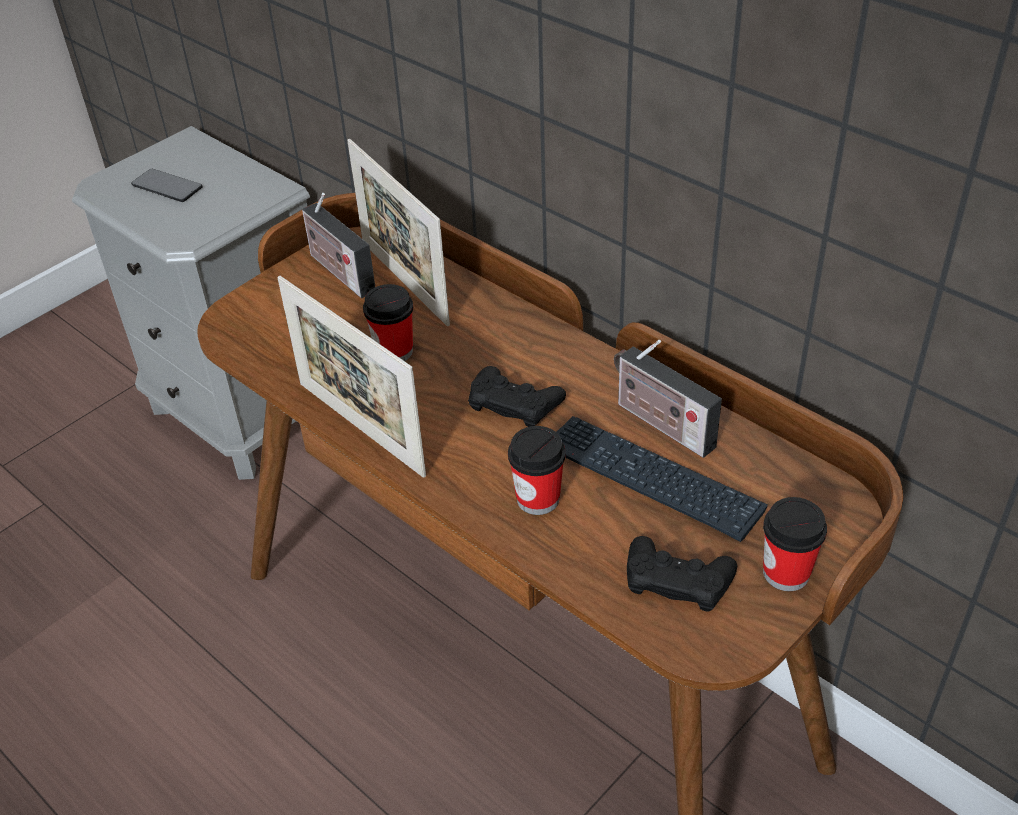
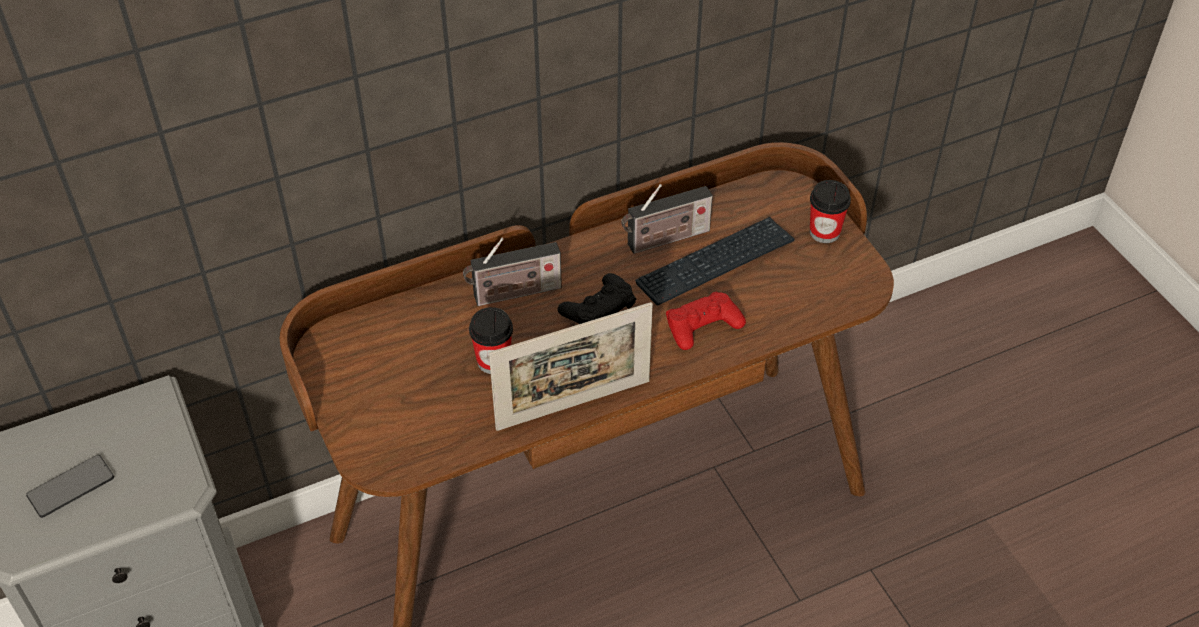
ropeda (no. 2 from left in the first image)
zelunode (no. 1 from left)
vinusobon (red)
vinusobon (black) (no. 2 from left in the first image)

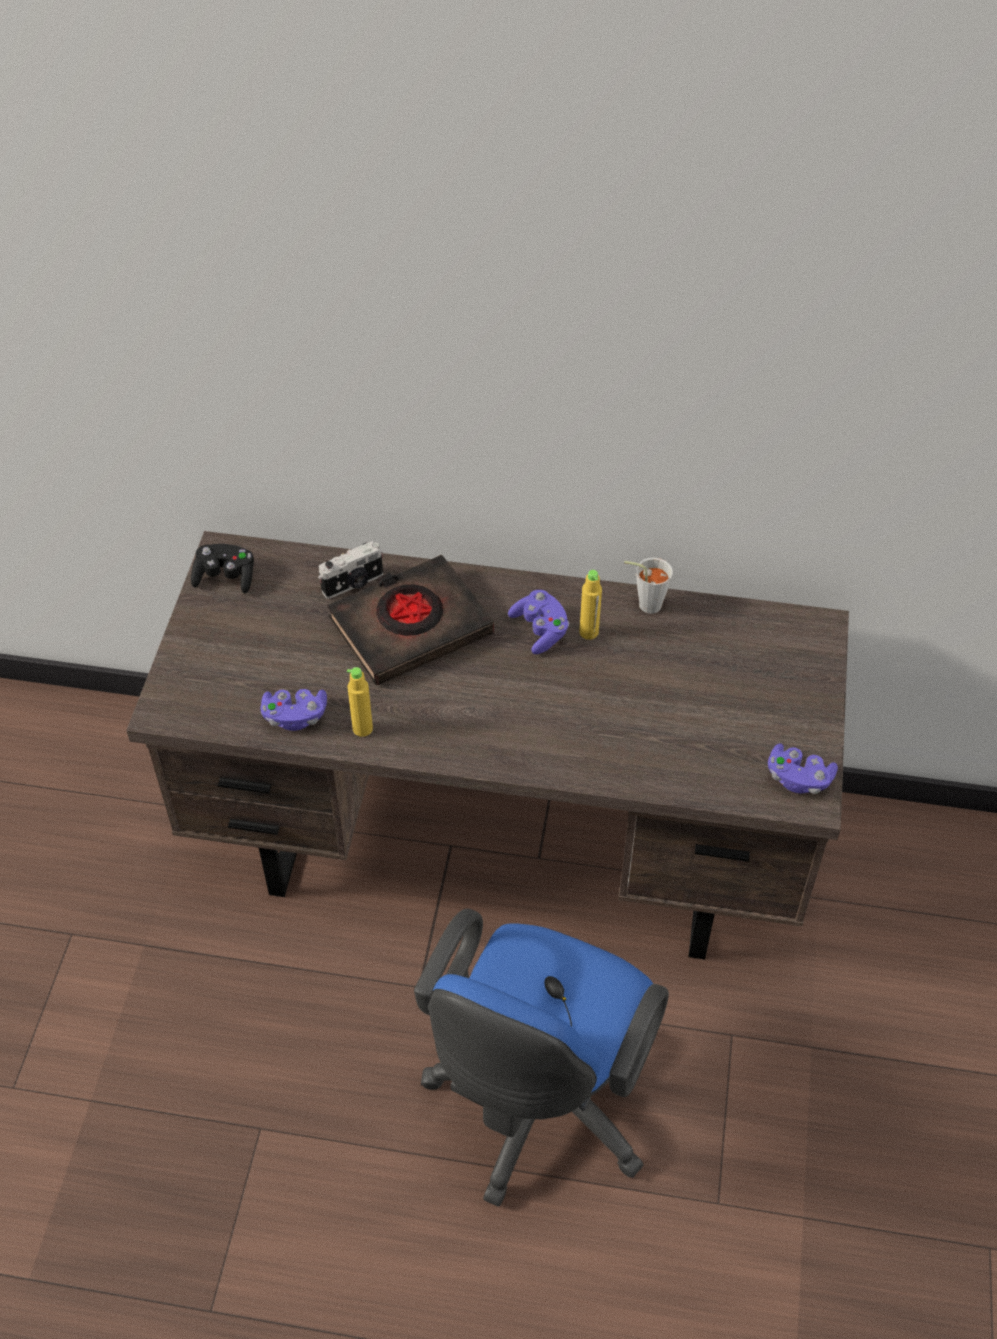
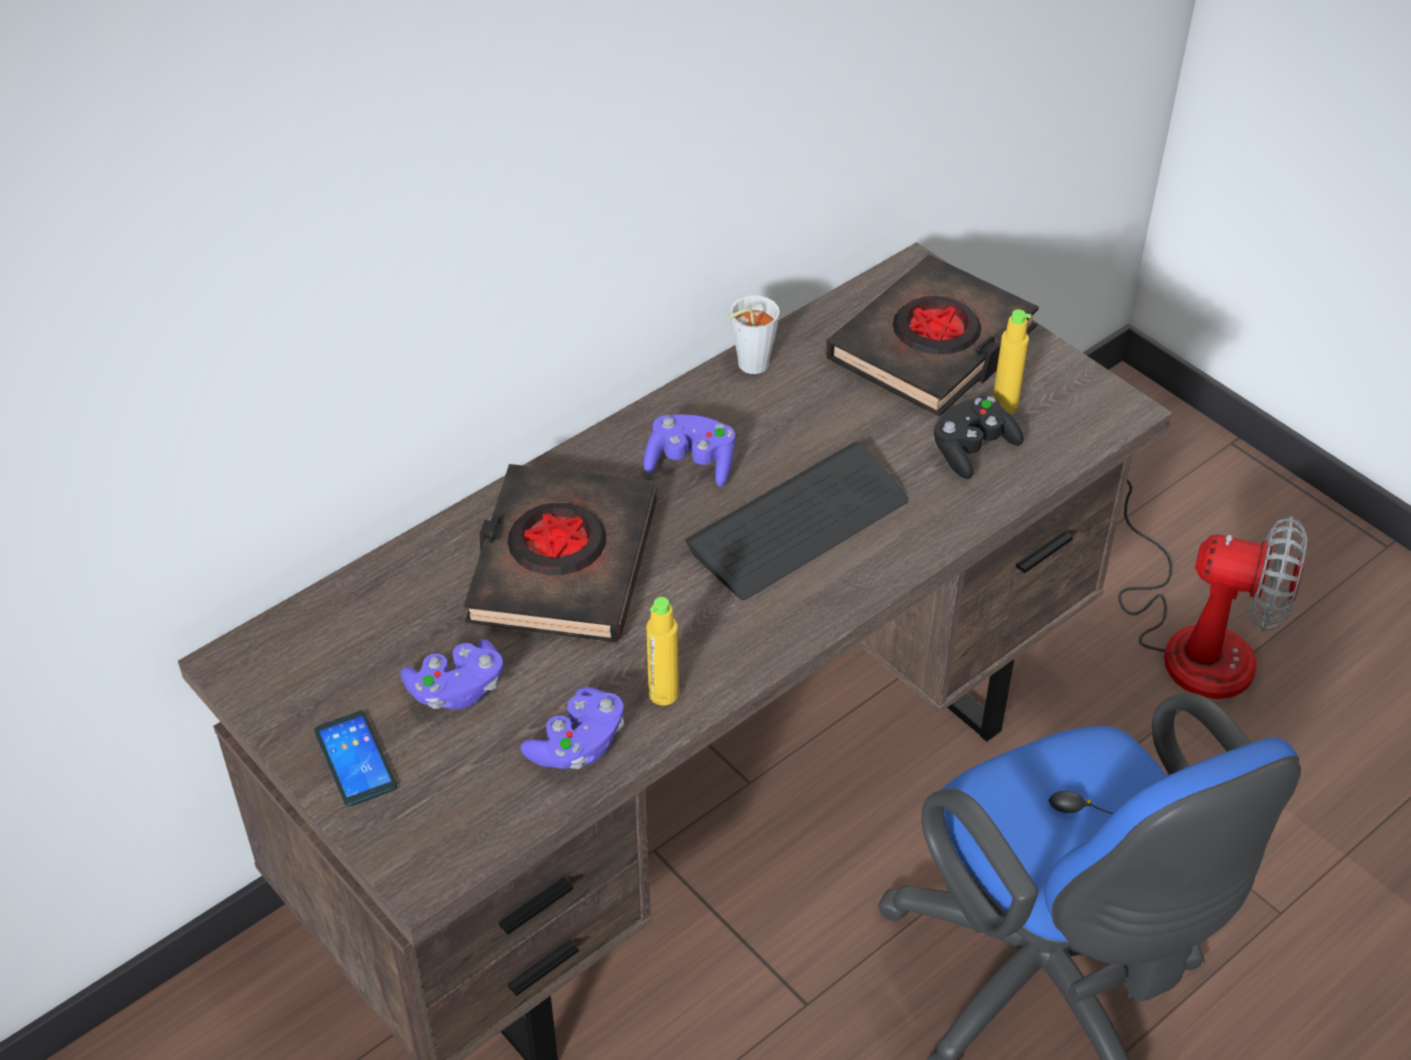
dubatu
vinusobon (black)
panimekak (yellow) (no. 2 from left)
vinusobon (purple) (no. 1 from left)
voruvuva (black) (no. 2 from left)
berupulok
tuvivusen
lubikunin

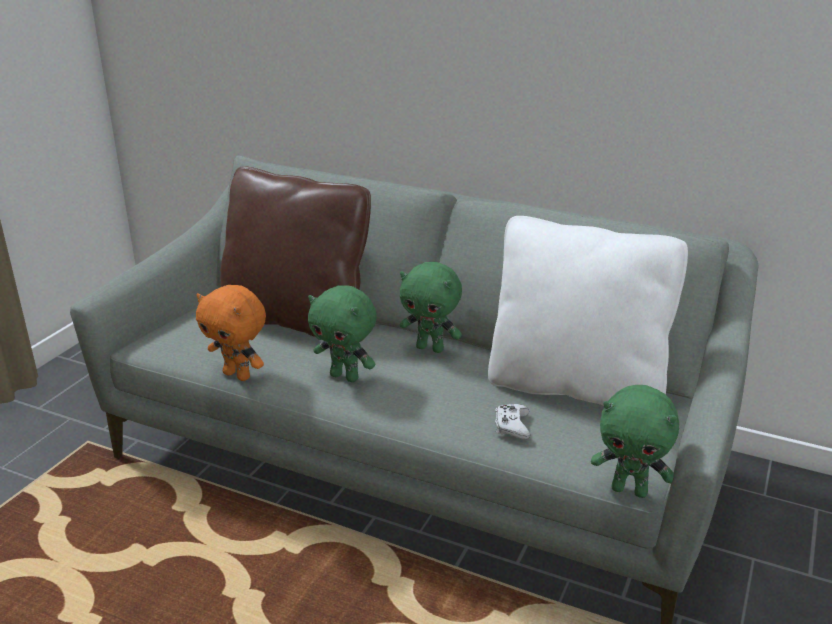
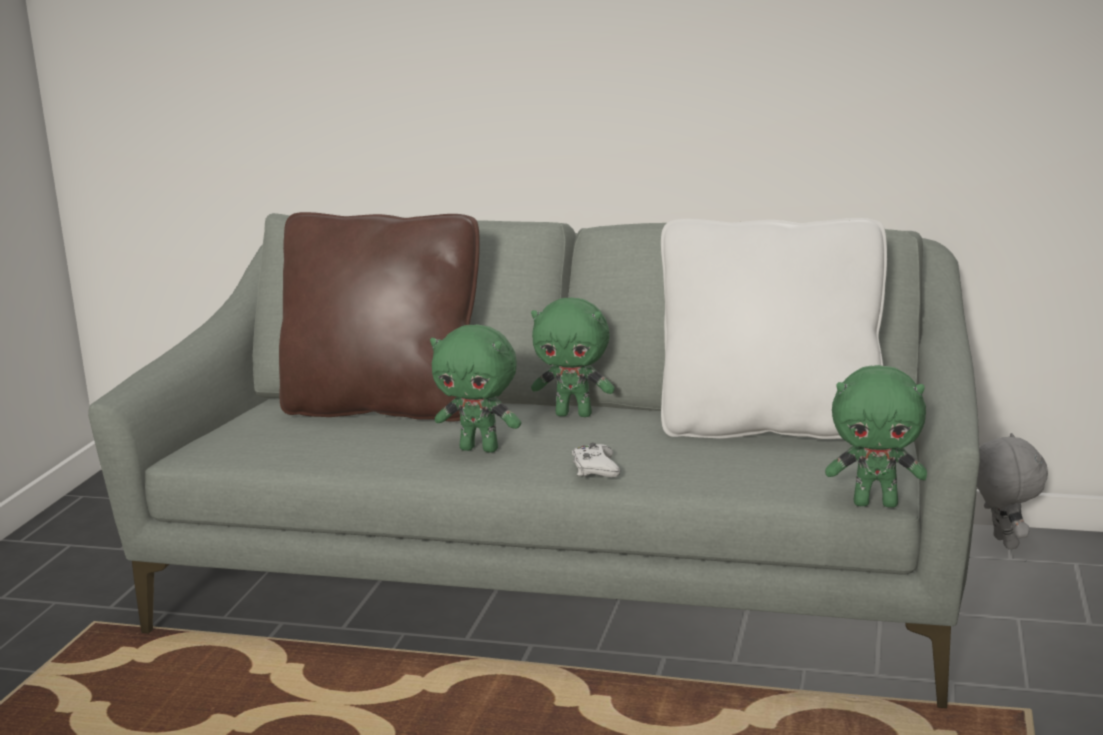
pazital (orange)
vinusobon (white)
pazital (grey)

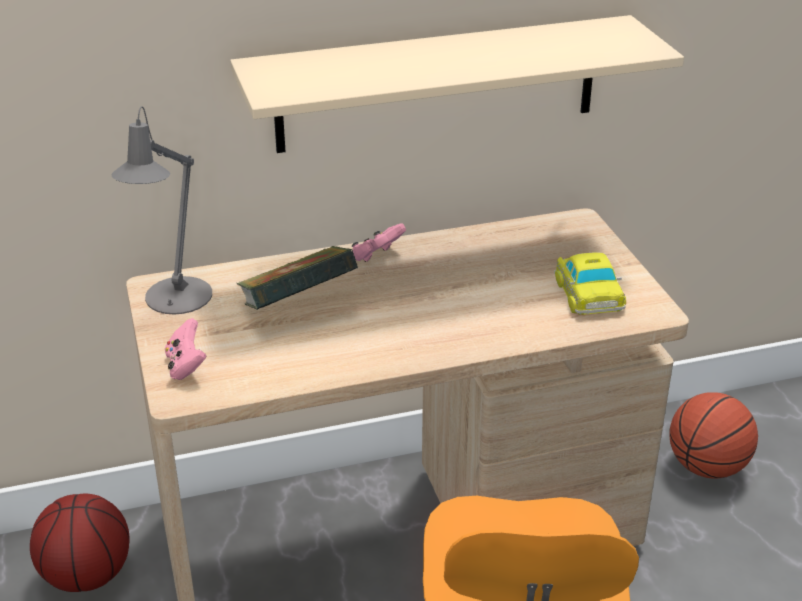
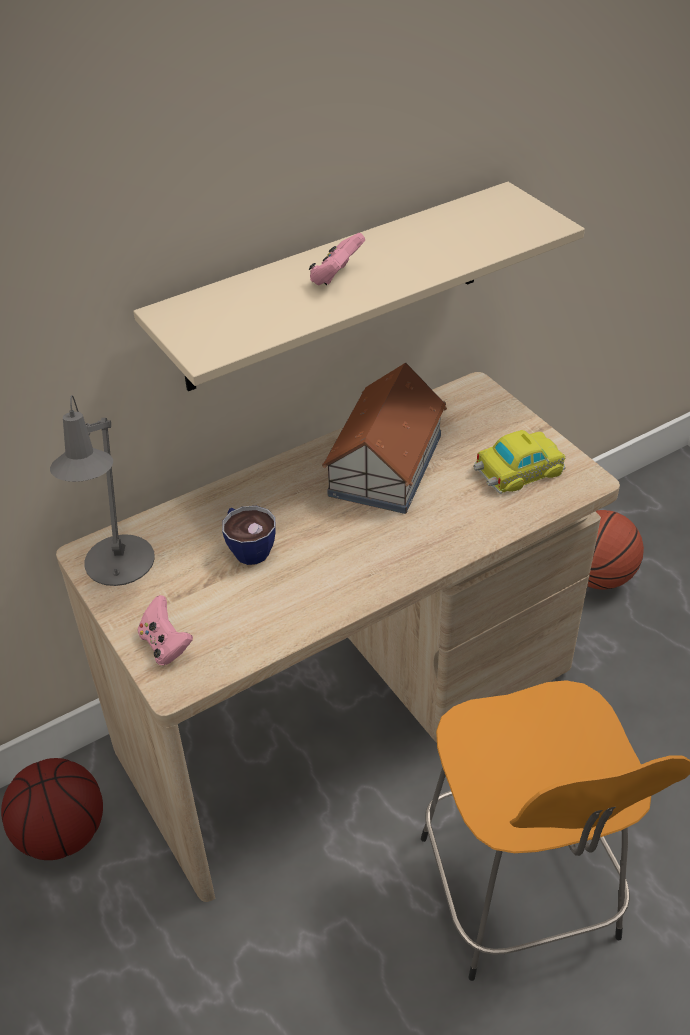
vinusobon (pink) (no. 2 from left)
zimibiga
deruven
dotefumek

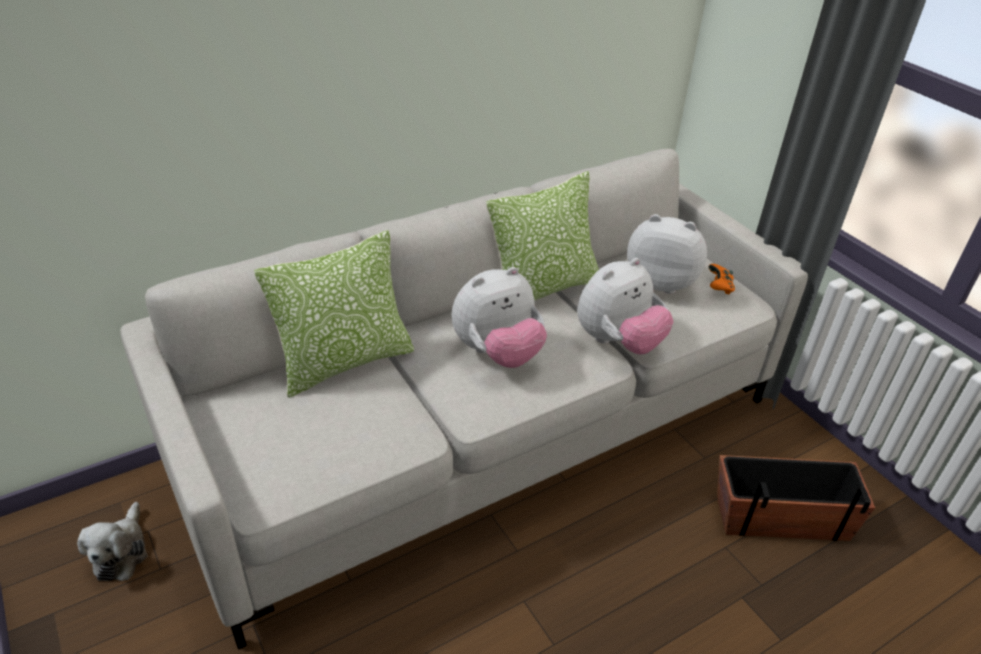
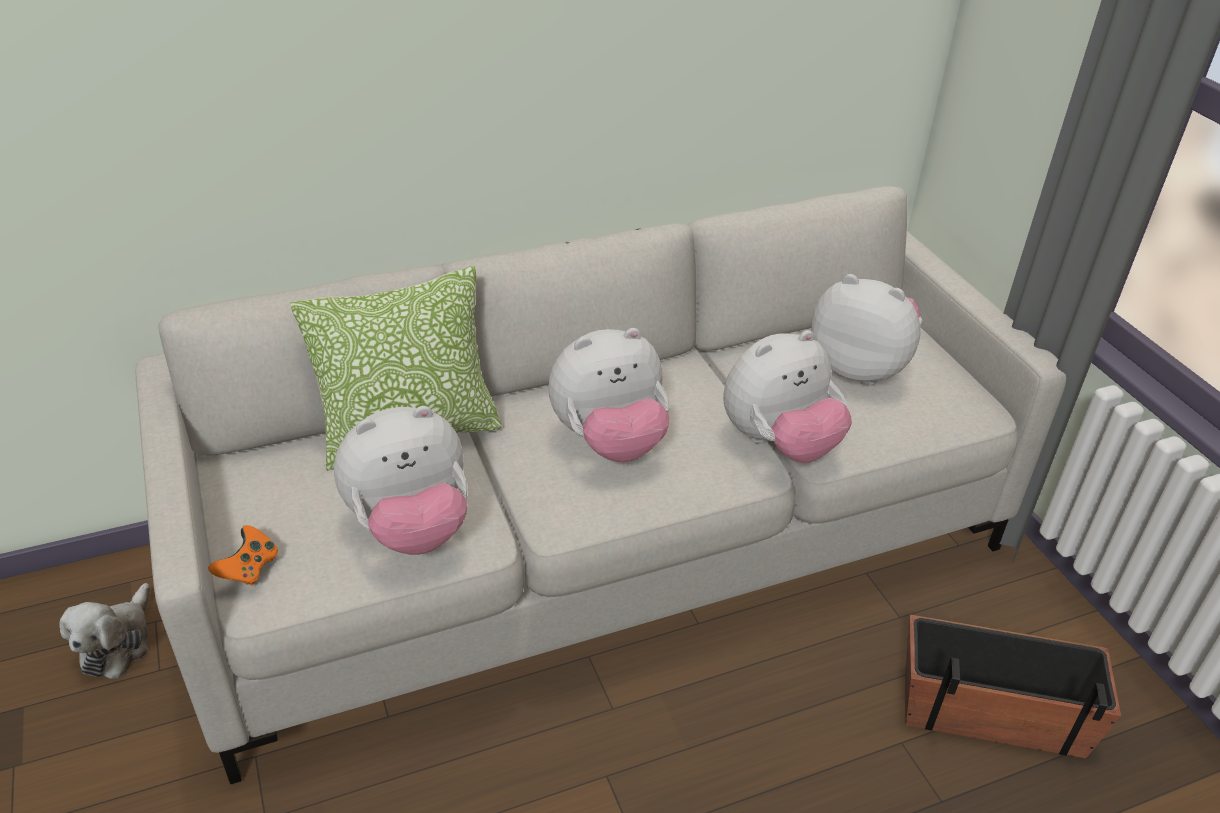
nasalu (no. 2 from left in the first image)
vinusobon (orange)
pazital (no. 2 from left)

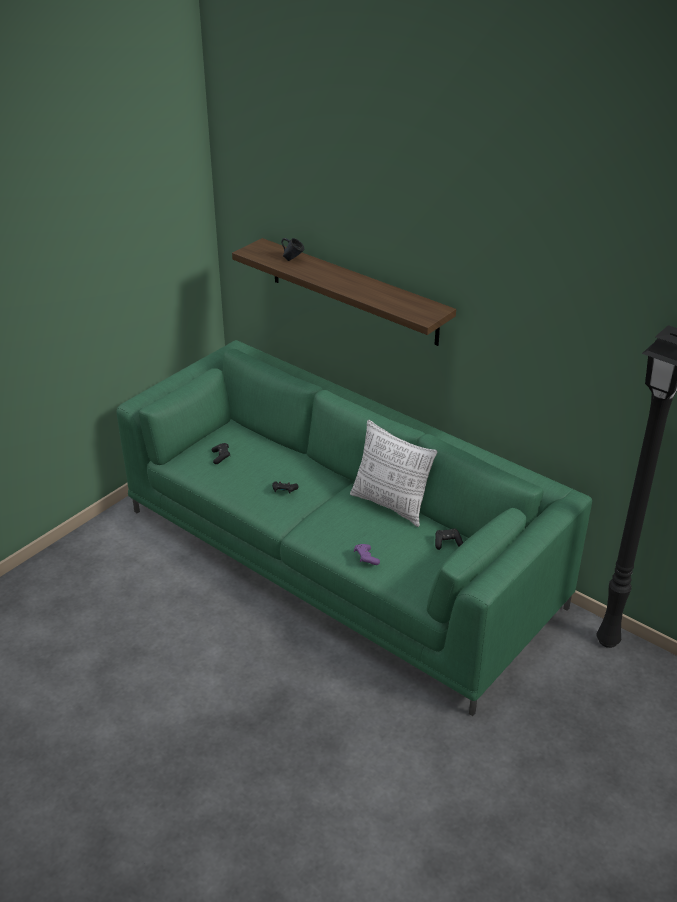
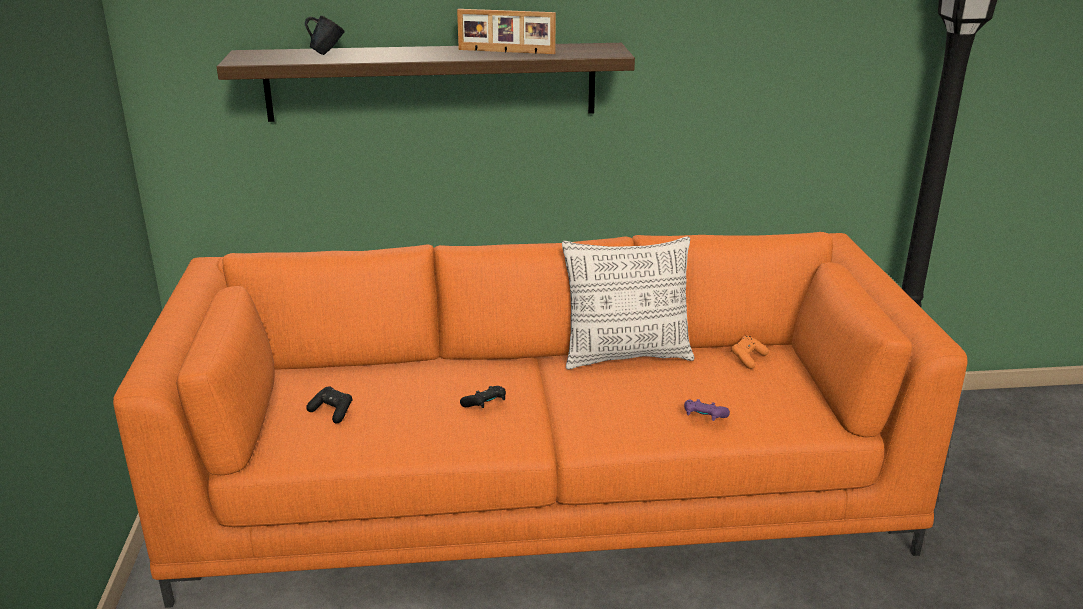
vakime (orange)
vinusobon (orange)
ropeda

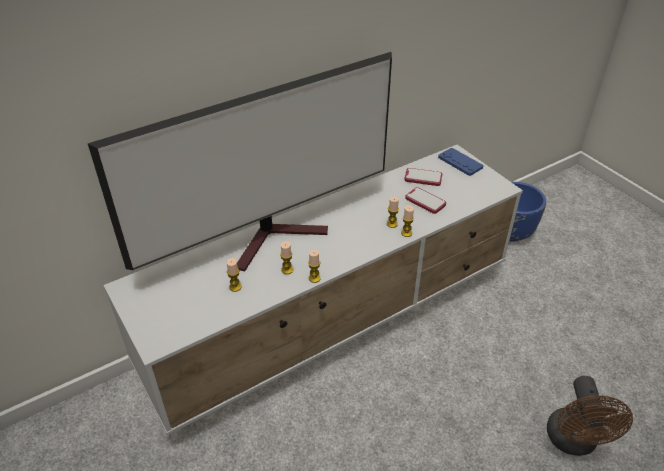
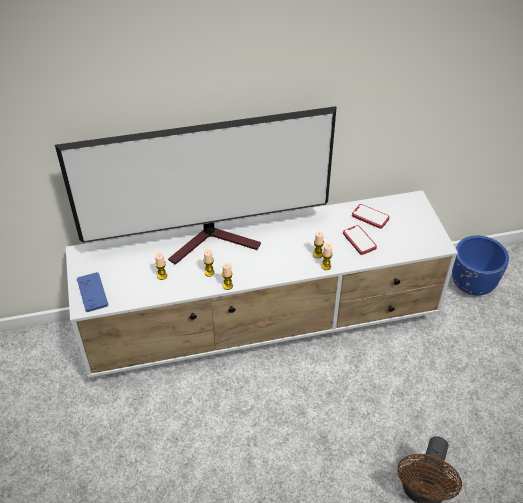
vinusobon (blue)

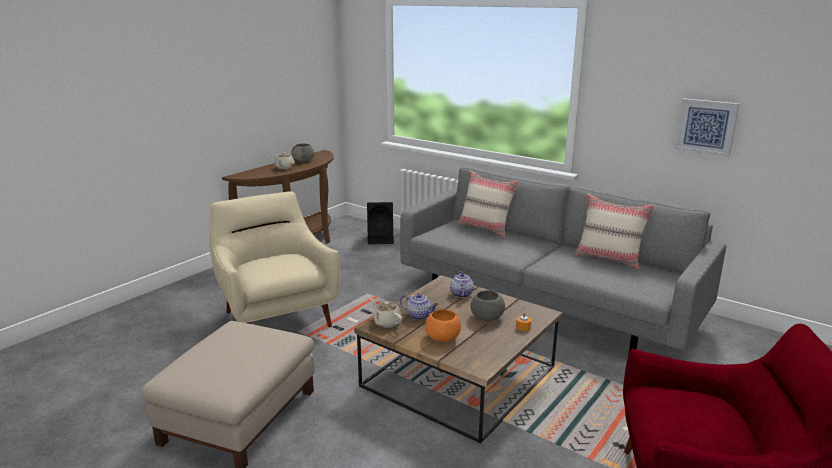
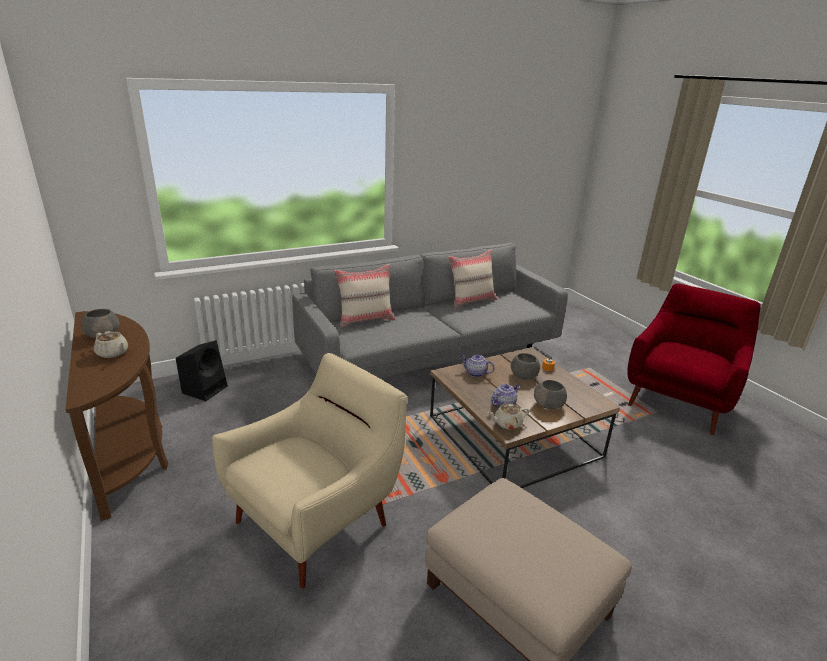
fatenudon
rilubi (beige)
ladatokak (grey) (no. 3 from left)

